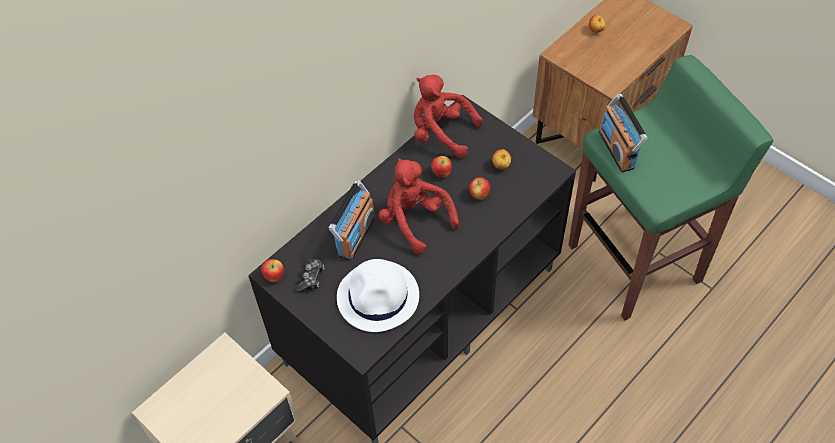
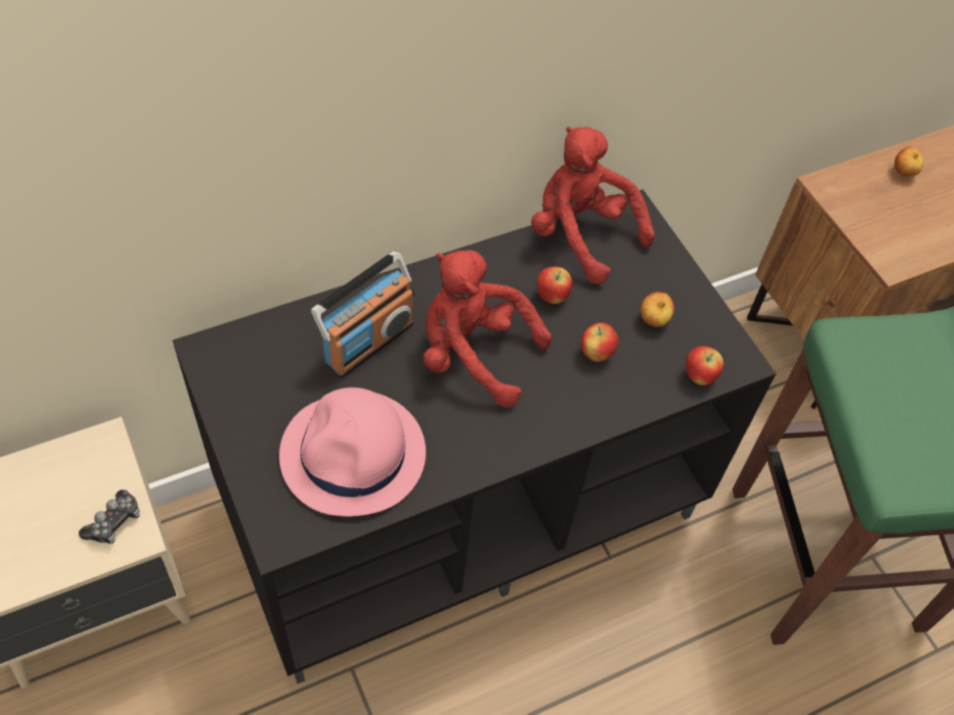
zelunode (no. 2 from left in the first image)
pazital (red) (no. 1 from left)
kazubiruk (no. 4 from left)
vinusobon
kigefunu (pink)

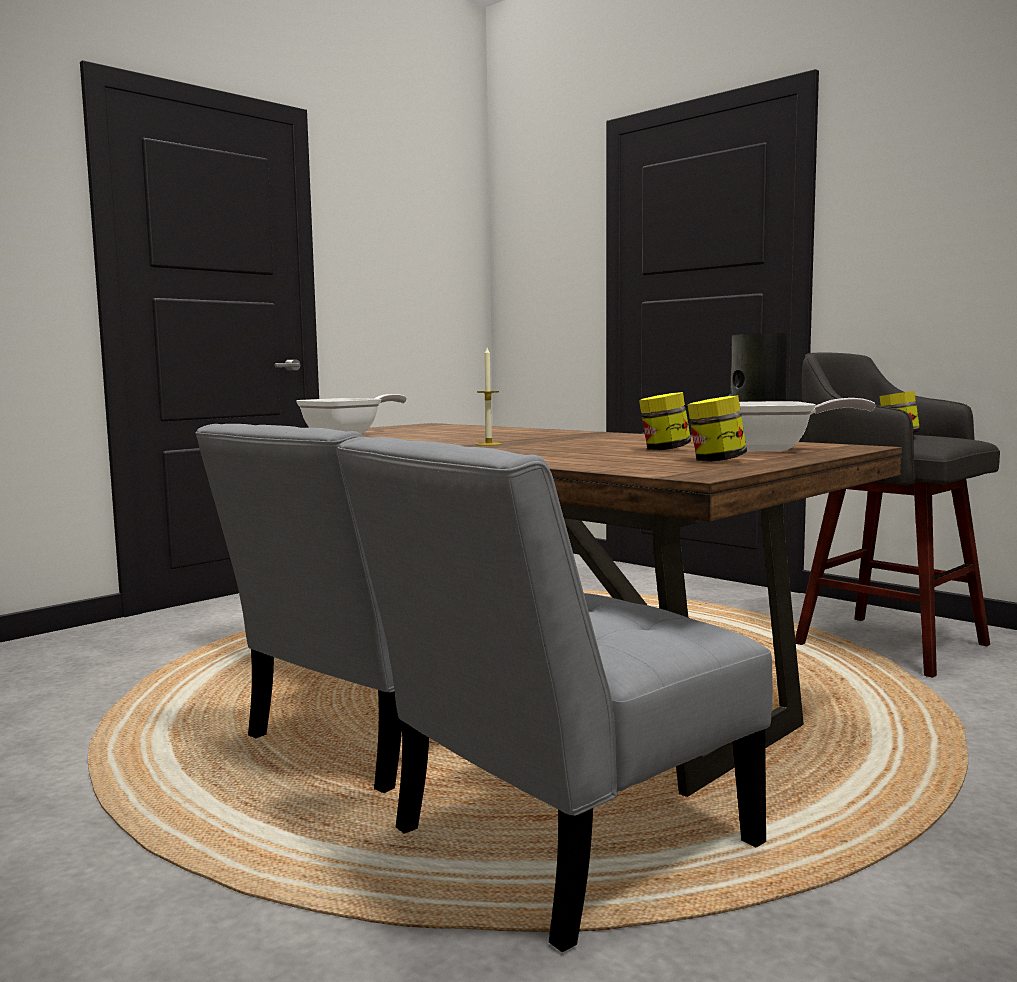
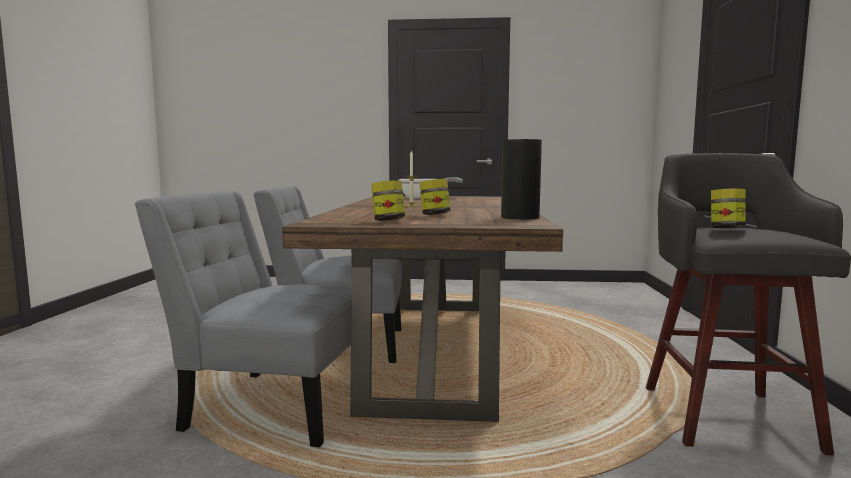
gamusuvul (no. 2 from left in the first image)

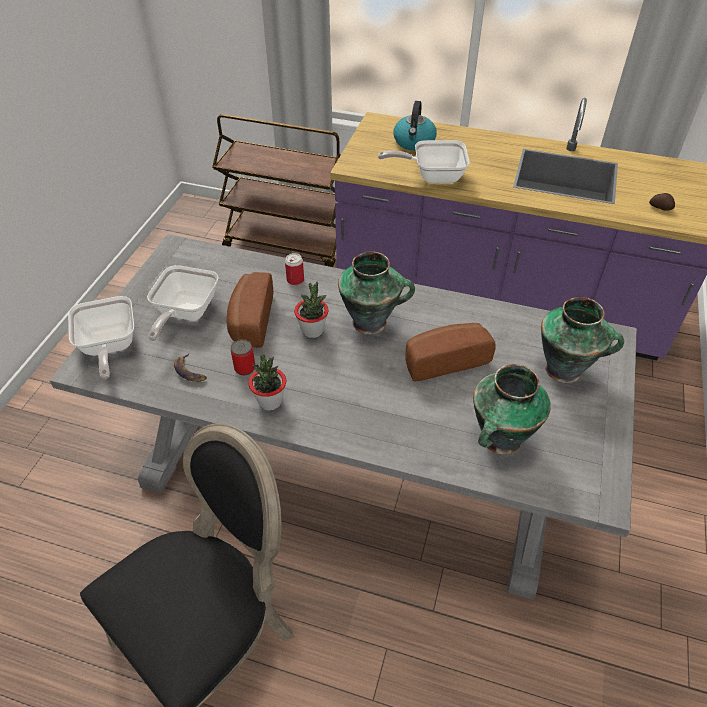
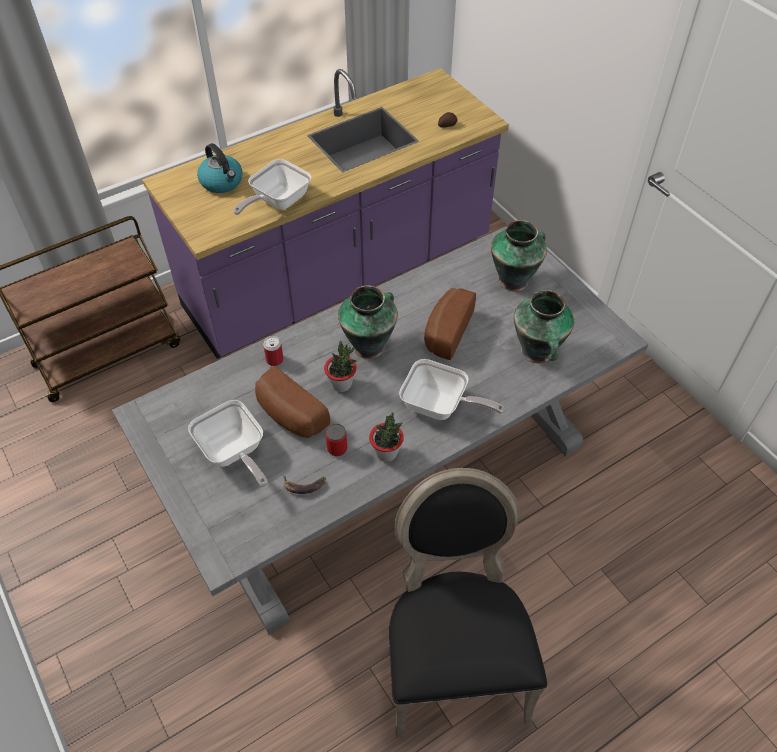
gamusuvul (no. 3 from left)

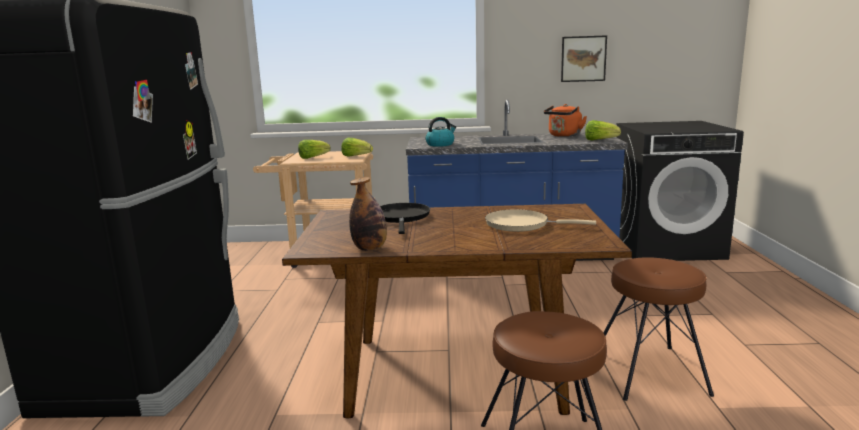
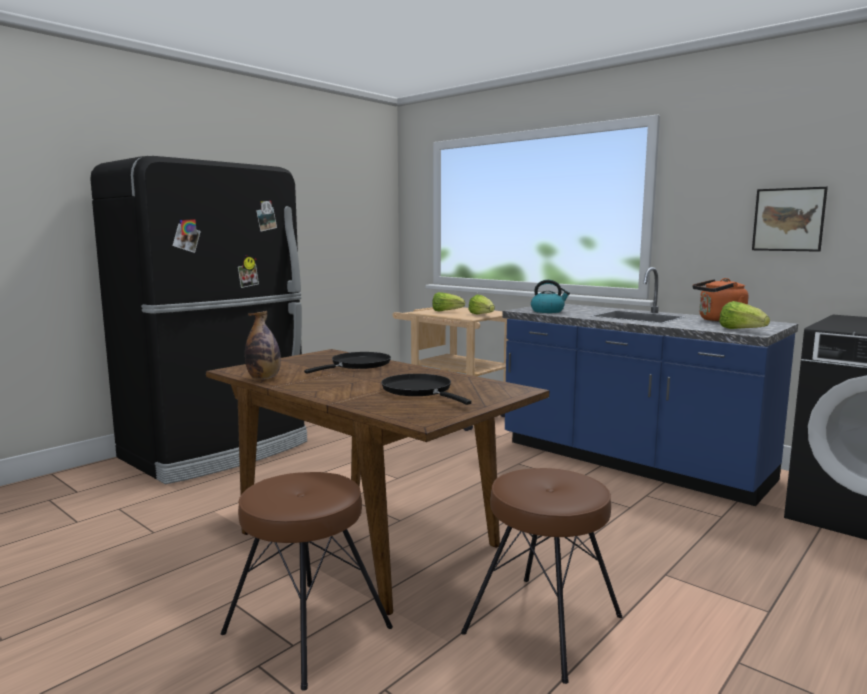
gamusuvul (black) (no. 2 from left)

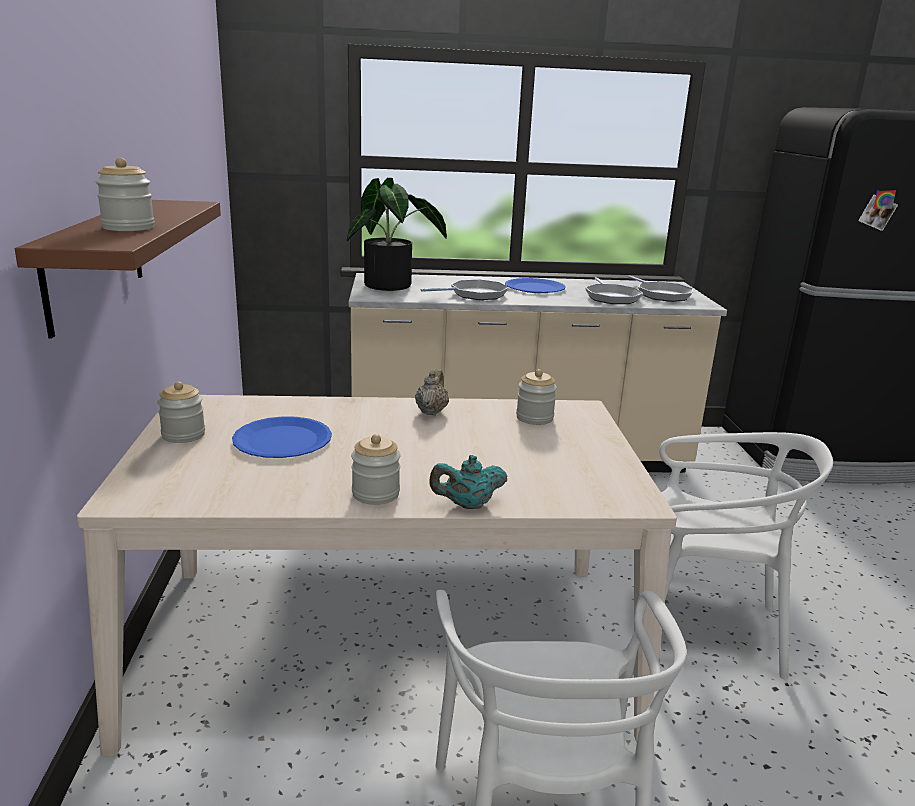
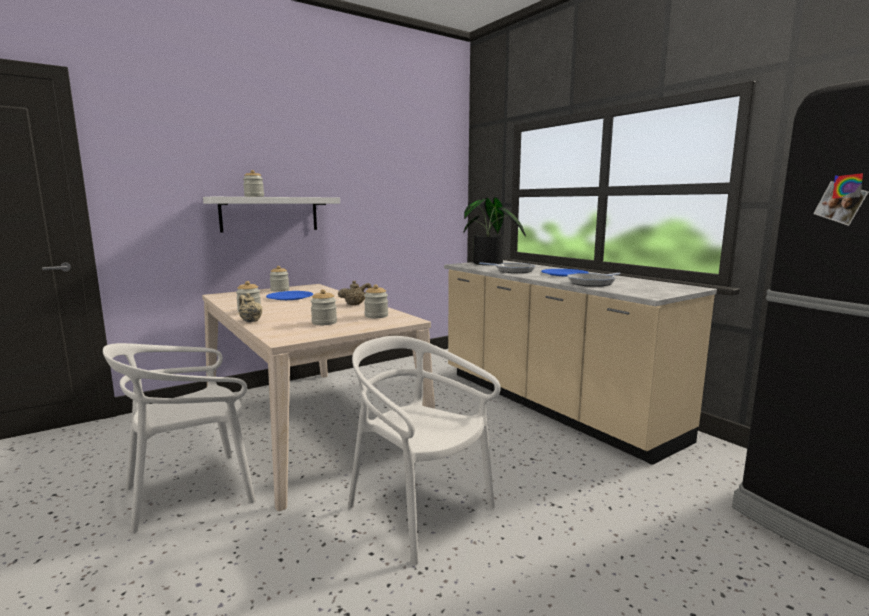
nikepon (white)
gamusuvul (no. 3 from left in the first image)
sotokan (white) (no. 2 from left)
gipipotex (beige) (no. 1 from left)
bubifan (no. 4 from left)

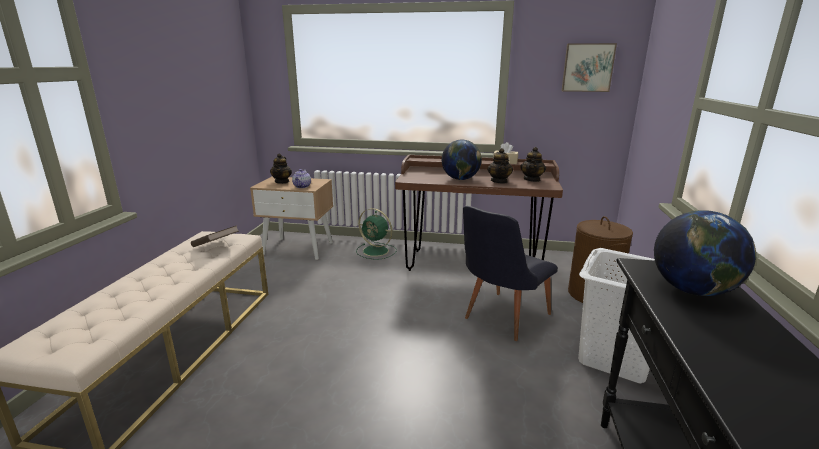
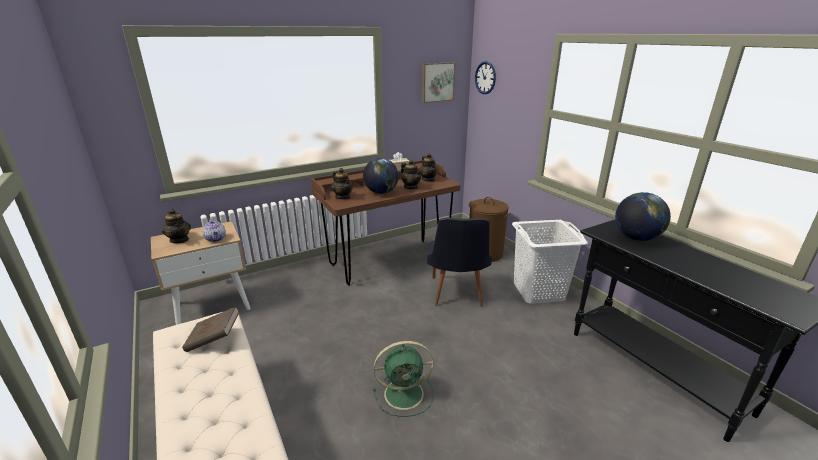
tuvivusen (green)
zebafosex
gipipotex (no. 3 from left)

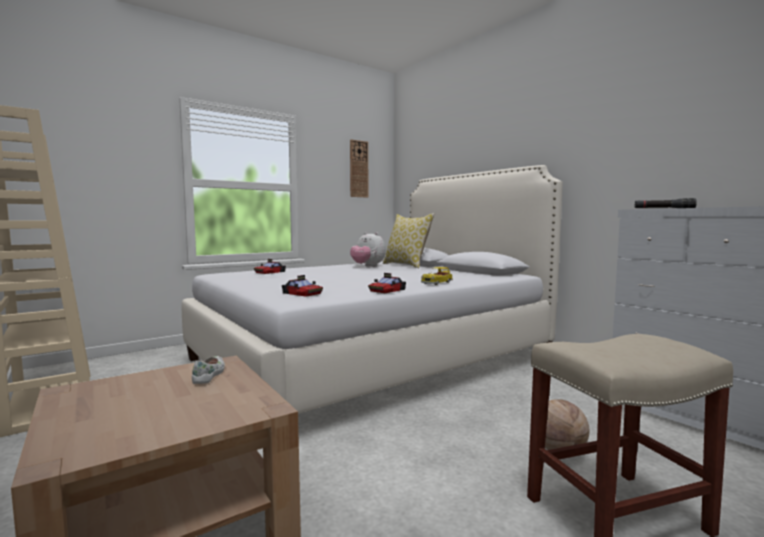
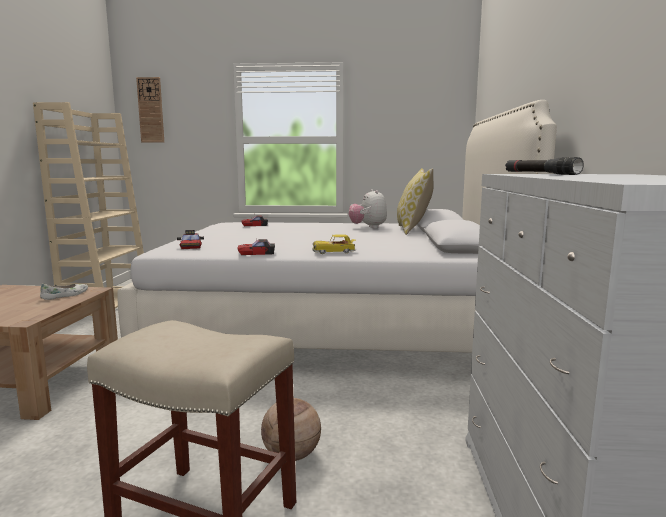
zebafosex

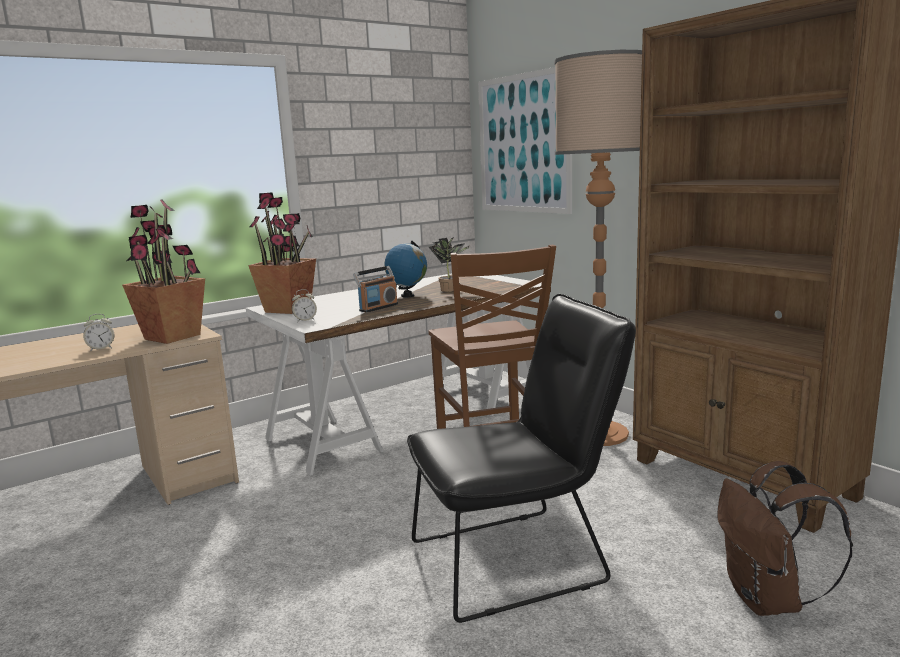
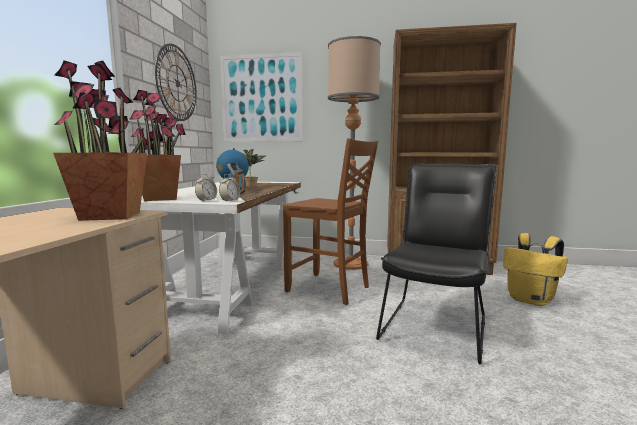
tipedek (no. 2 from left)
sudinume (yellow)
zebafosex

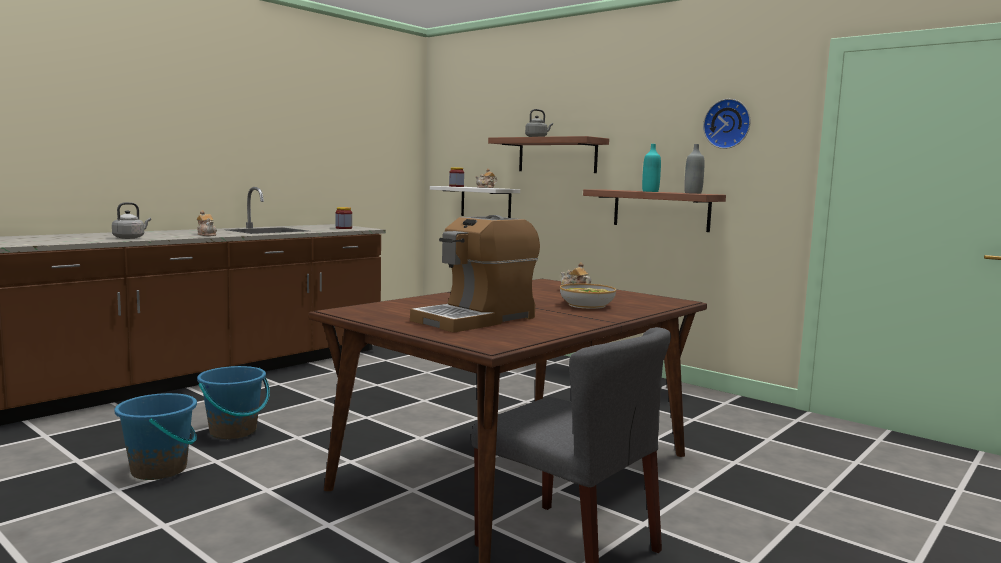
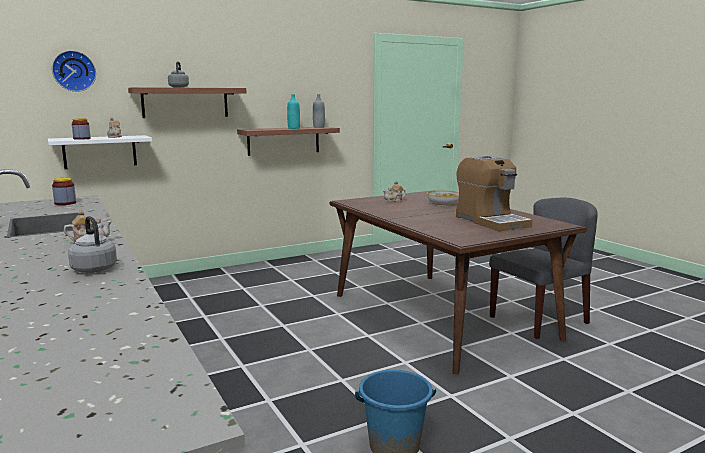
zebafosex
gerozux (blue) (no. 2 from left in the first image)

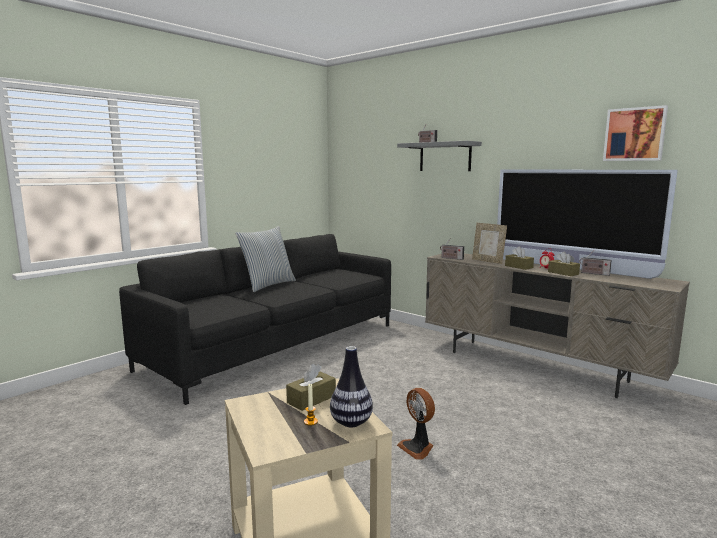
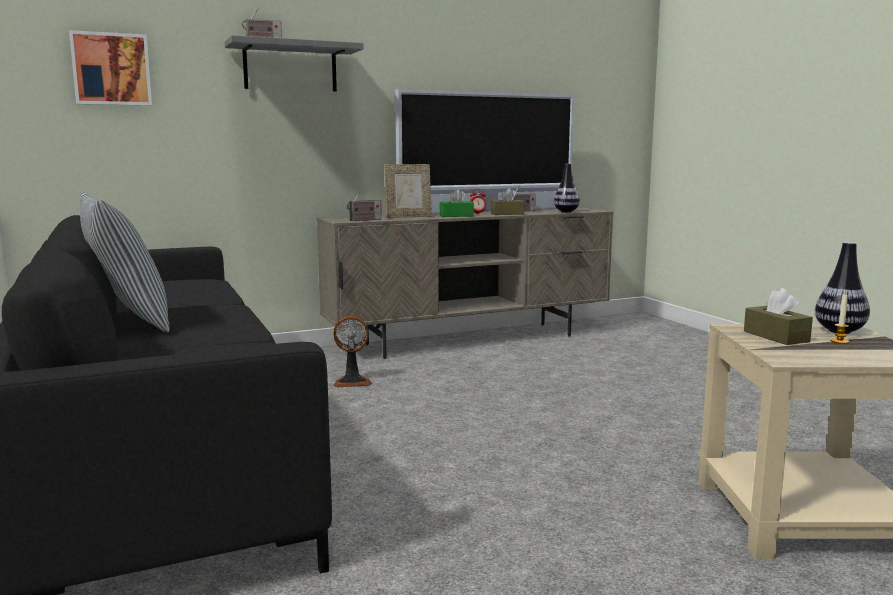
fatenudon
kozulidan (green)
tuvivusen
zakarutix (no. 1 from left)

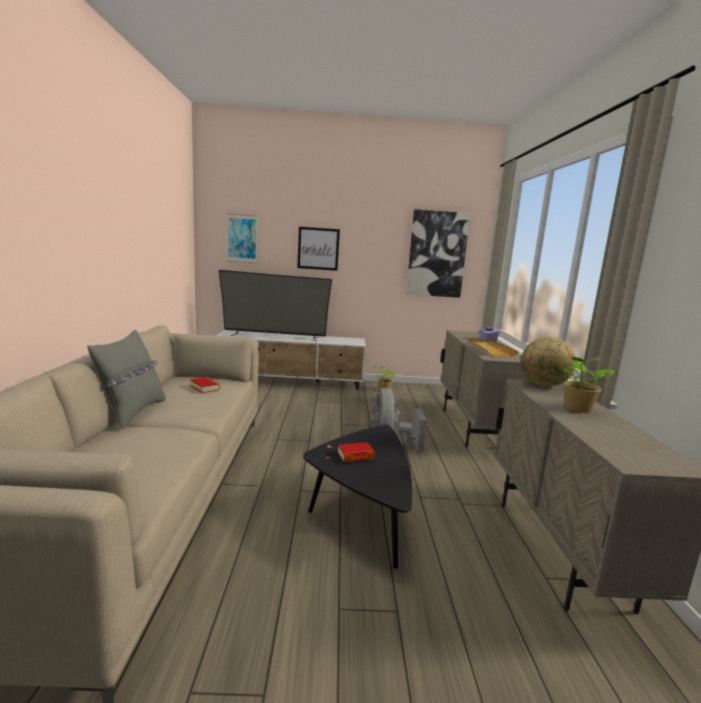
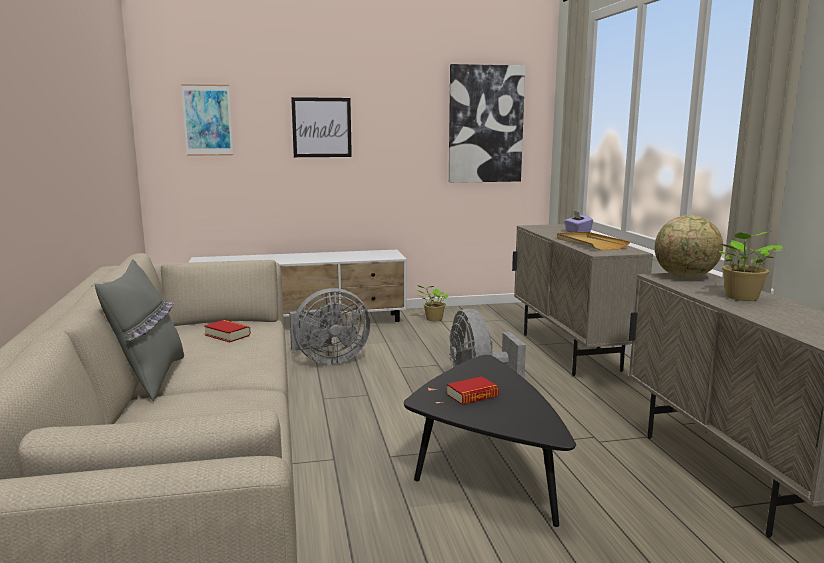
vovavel
tuvivusen (grey) (no. 1 from left)

